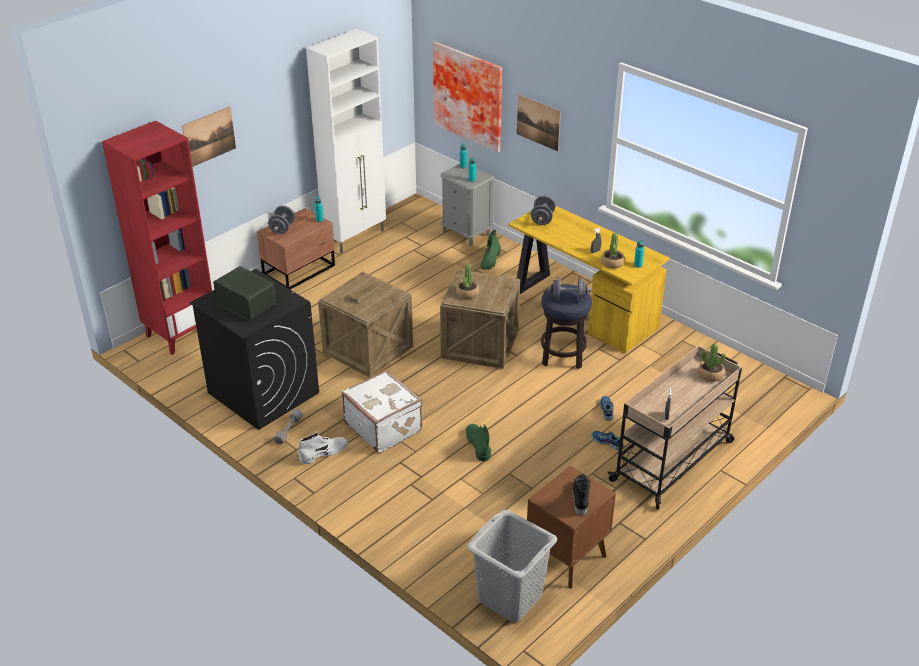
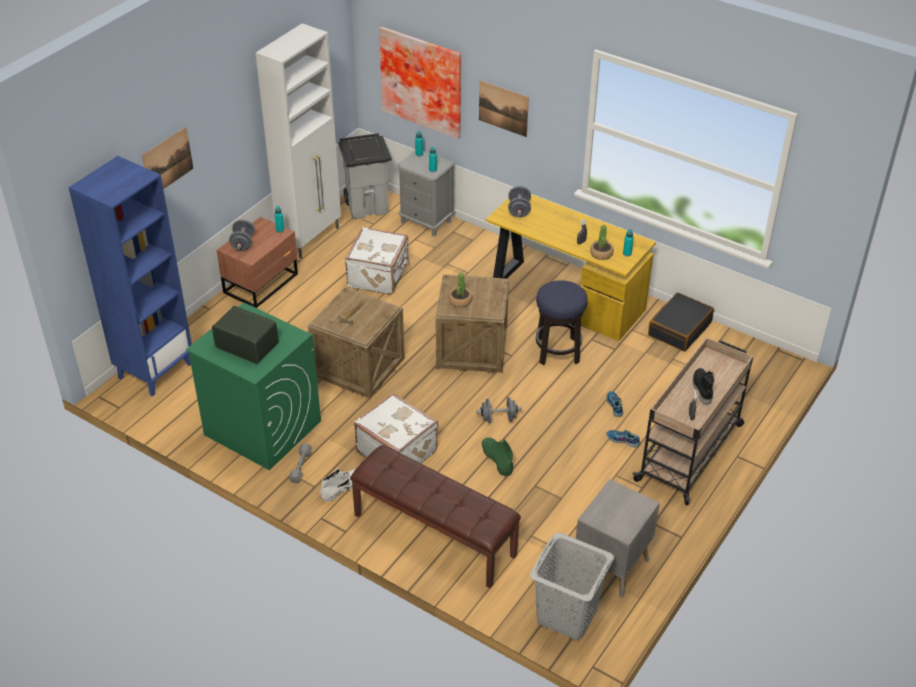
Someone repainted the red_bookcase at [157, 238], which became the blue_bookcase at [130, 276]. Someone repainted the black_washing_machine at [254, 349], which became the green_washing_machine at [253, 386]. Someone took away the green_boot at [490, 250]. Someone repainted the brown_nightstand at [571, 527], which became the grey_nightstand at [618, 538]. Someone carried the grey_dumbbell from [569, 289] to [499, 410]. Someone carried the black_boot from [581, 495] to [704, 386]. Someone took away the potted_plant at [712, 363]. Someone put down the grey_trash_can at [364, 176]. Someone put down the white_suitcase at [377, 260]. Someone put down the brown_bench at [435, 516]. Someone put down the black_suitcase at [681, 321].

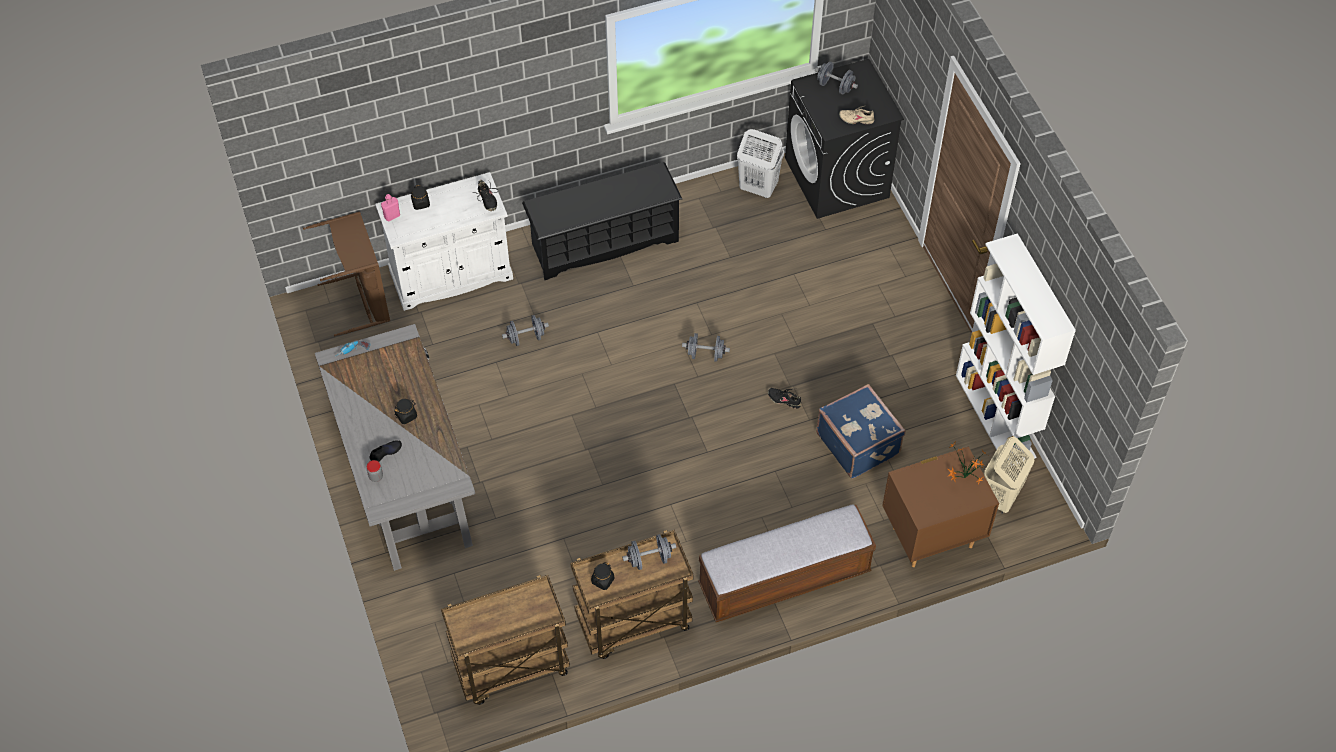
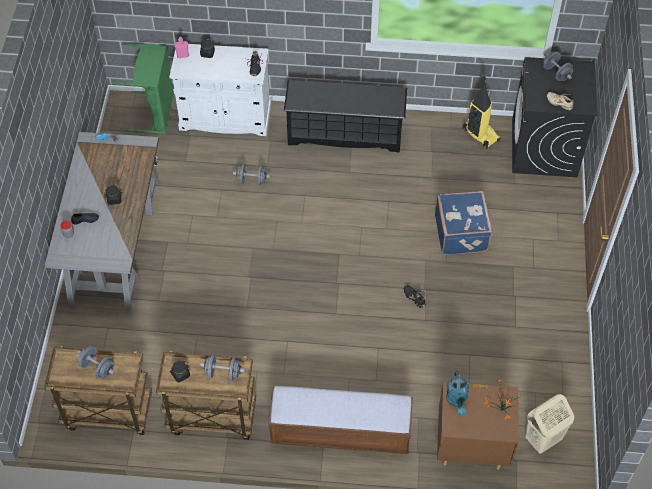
Someone repainted the brown_laundry_basket at [346, 274], which became the green_laundry_basket at [143, 88]. Someone carried the grey_dumbbell from [706, 347] to [96, 362]. Someone swapped the white_laundry_basket at [760, 163] for the vacuum_cleaner at [481, 111]. Someone carried the blue_suitcase from [861, 431] to [464, 223]. Someone took away the white_bookcase at [1016, 350]. Someone put down the turquoise_watering_can at [457, 393].

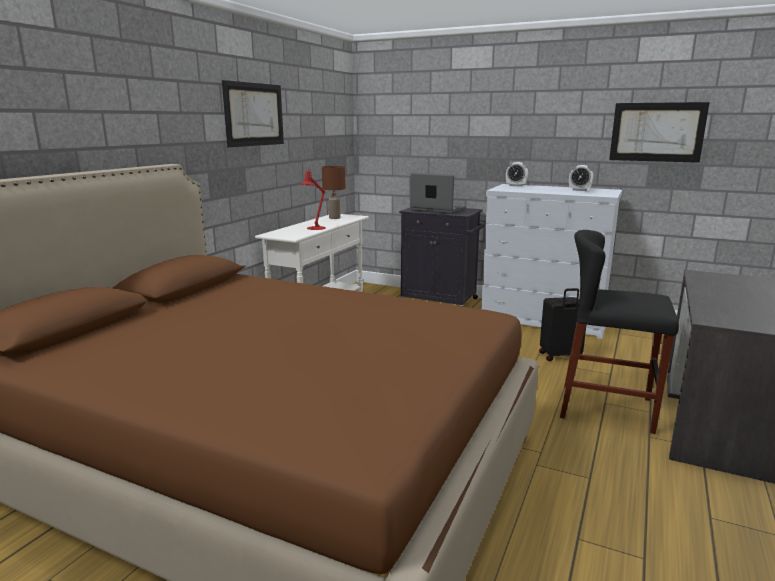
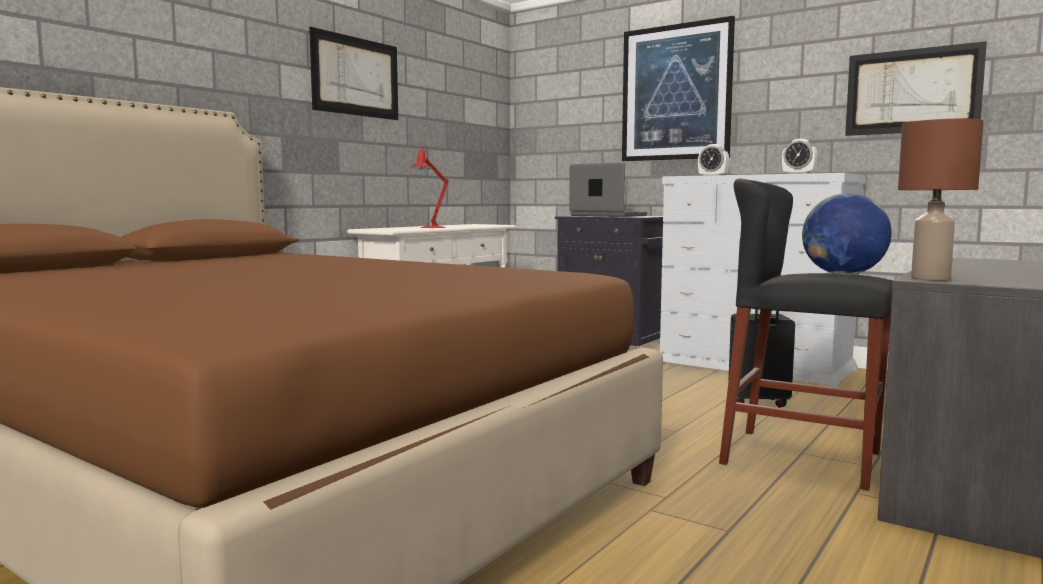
Someone carried the brown_table_lamp from [333, 192] to [941, 200]. Someone put up the picture at [678, 88]. Someone put down the globe at [847, 234].

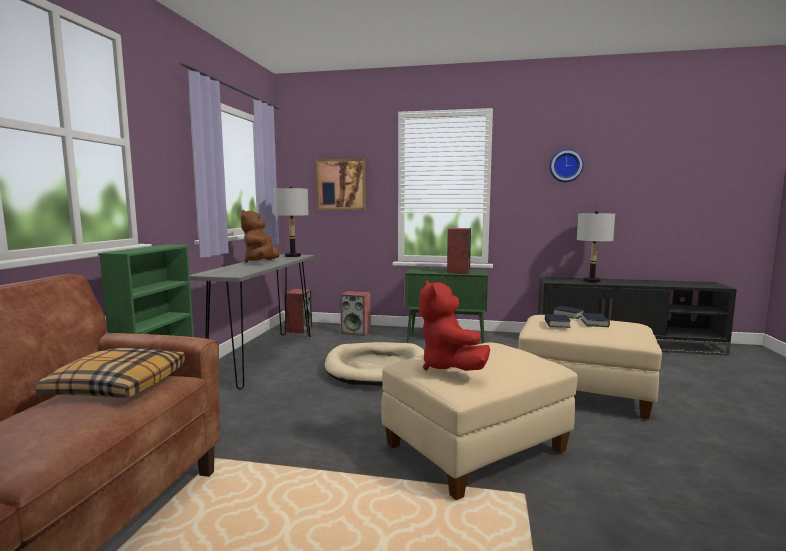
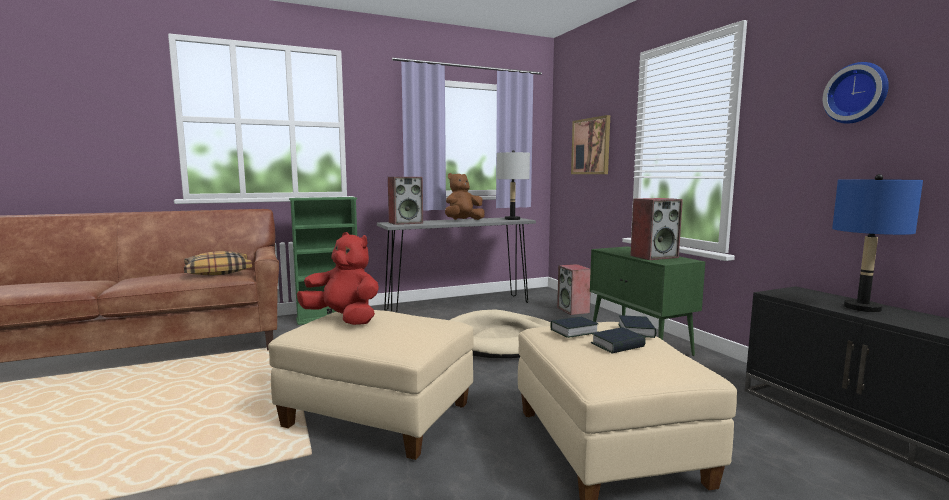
Someone carried the speaker from [298, 311] to [405, 201]. Someone rotated the red_plush_toy at [454, 325] by 75 degrees clockwise. Someone repainted the grey_table_lamp at [596, 246], which became the blue_table_lamp at [877, 243].

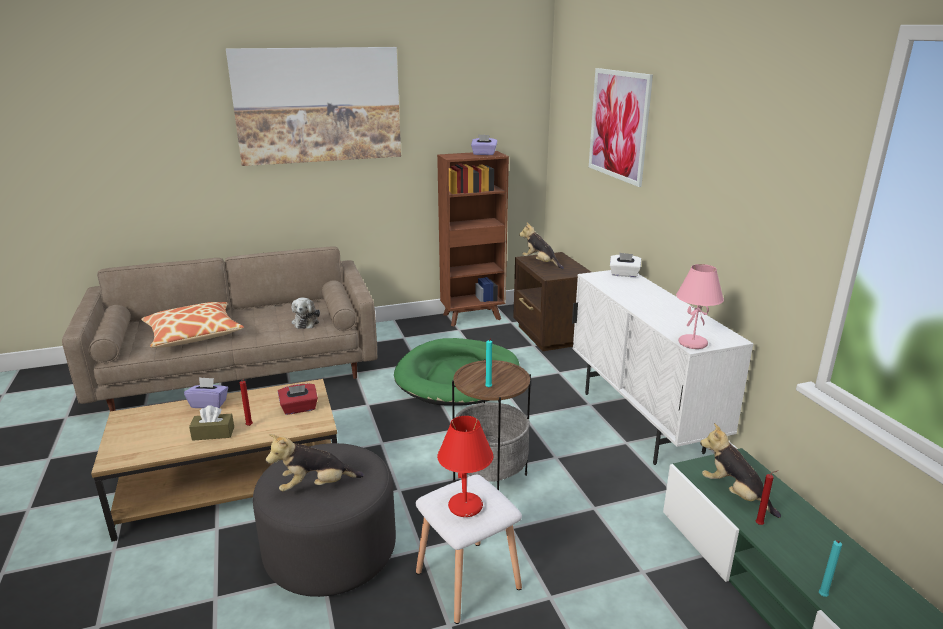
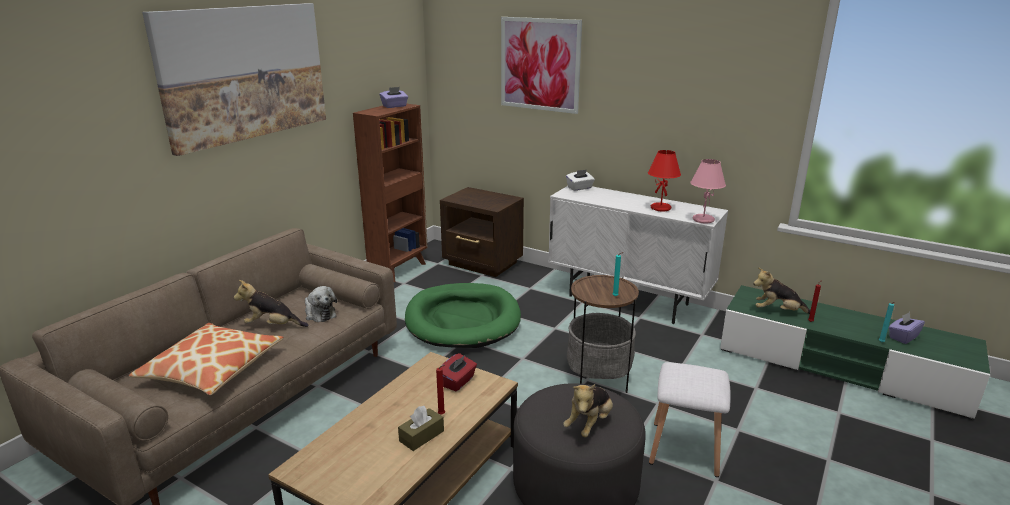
Someone carried the purple_tissue_box from [206, 392] to [907, 328]. Someone carried the red_table_lamp from [465, 466] to [664, 181]. Someone carried the plush_toy from [541, 246] to [271, 303].

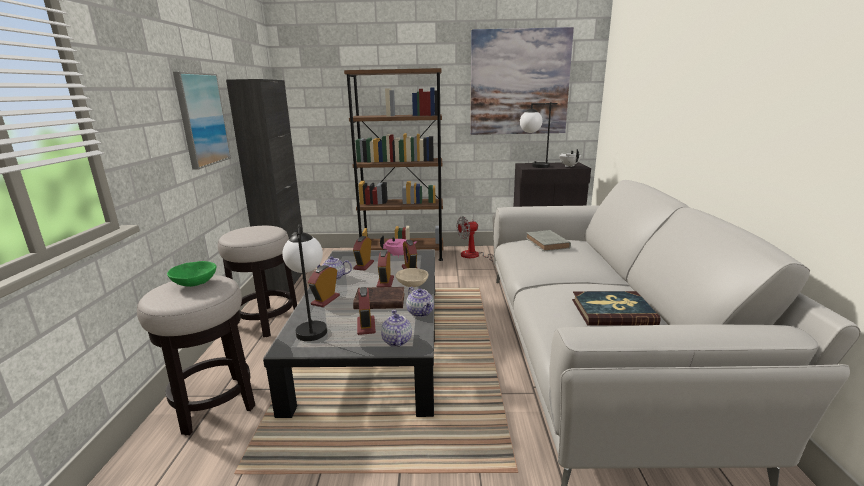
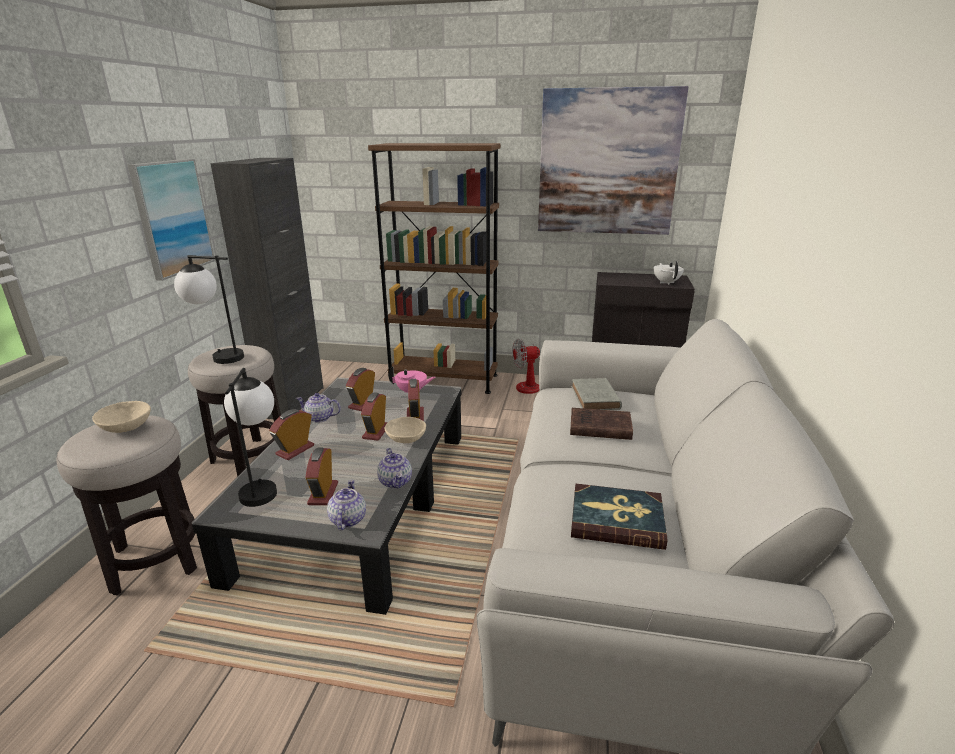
Someone repainted the green_bowl at [192, 274], which became the beige_bowl at [121, 417]. Someone carried the brown_book from [379, 298] to [601, 424]. Someone carried the table_lamp from [538, 135] to [209, 309].

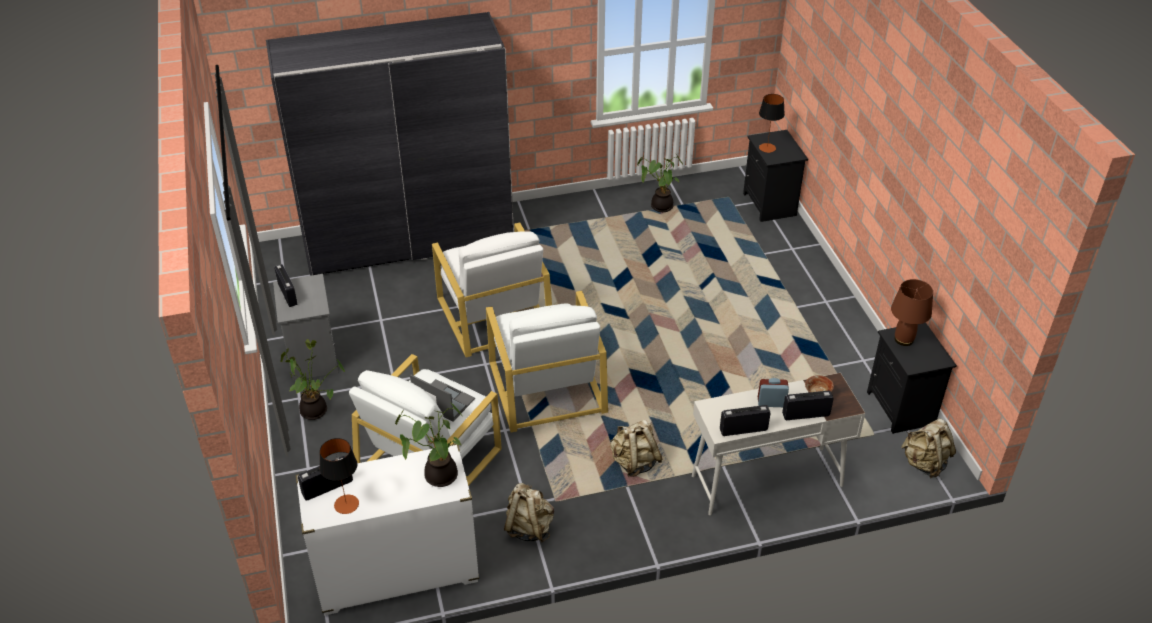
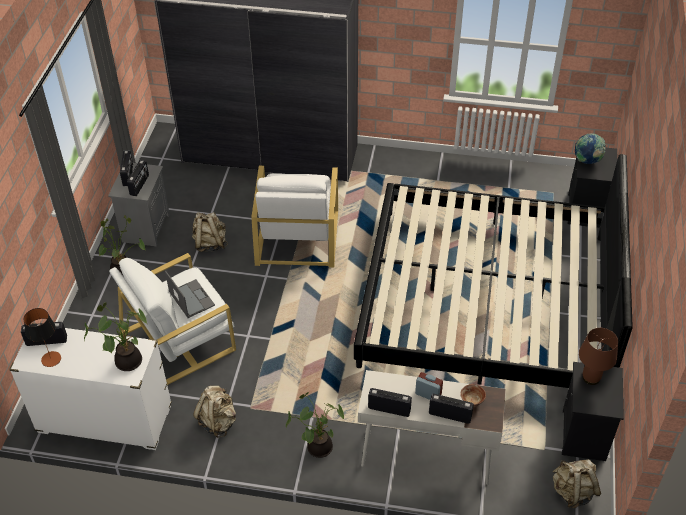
Someone took away the white_armchair at [547, 361]. Someone carried the beige_backpack from [636, 448] to [210, 232]. Someone carried the potted_plant from [660, 183] to [315, 425]. Someone swapped the table_lamp at [772, 123] for the globe at [590, 148]. Someone put down the radio at [138, 178]. Someone put down the bed at [493, 271].

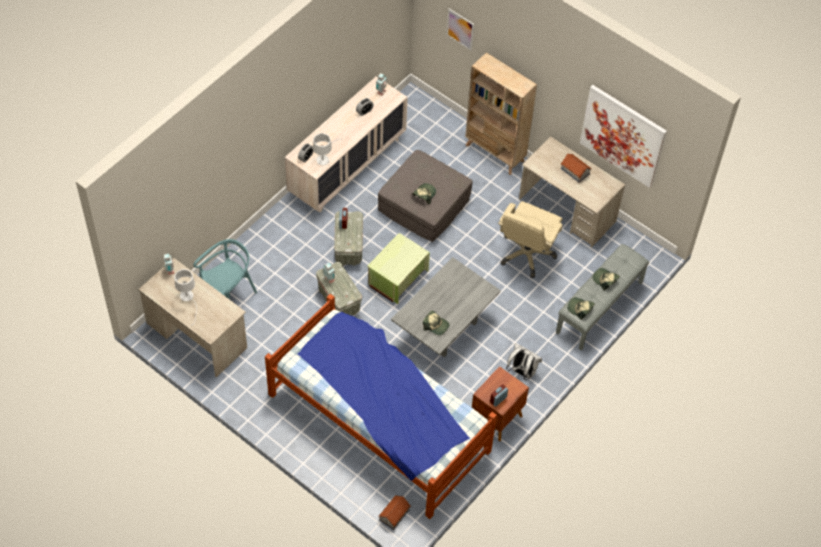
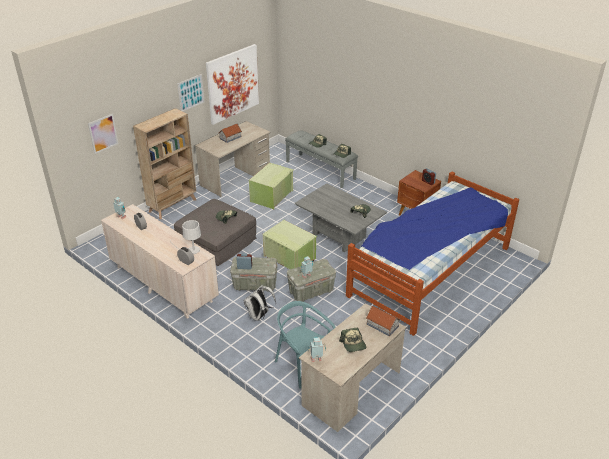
Someone swapped the white_table_lamp at [185, 297] for the cap at [352, 340]. Someone carried the toy_house from [394, 512] to [383, 321]. Someone swapped the beige_office_chair at [530, 239] for the green_storage_box at [271, 186]. Someone carried the white_backpack from [524, 361] to [260, 303]. Someone put up the picture at [190, 93].

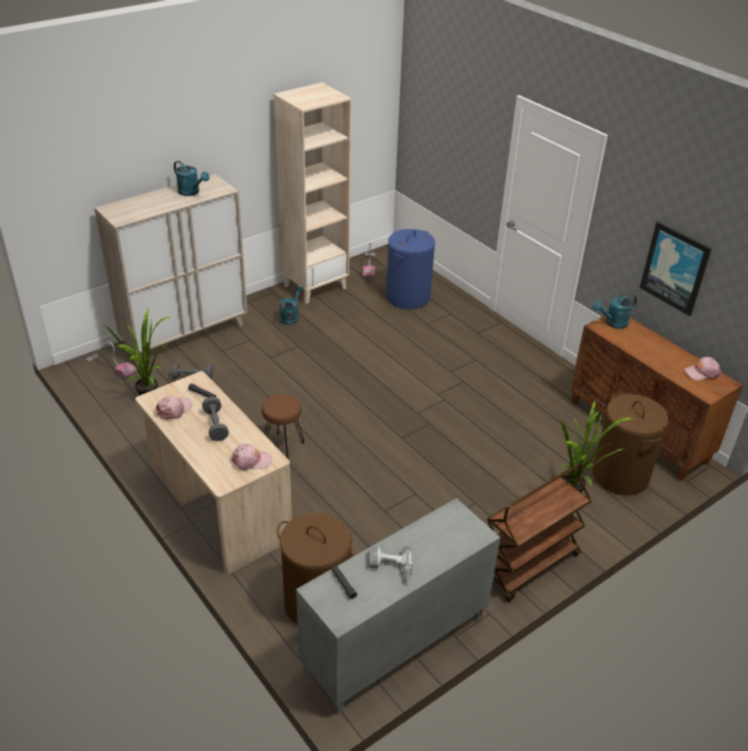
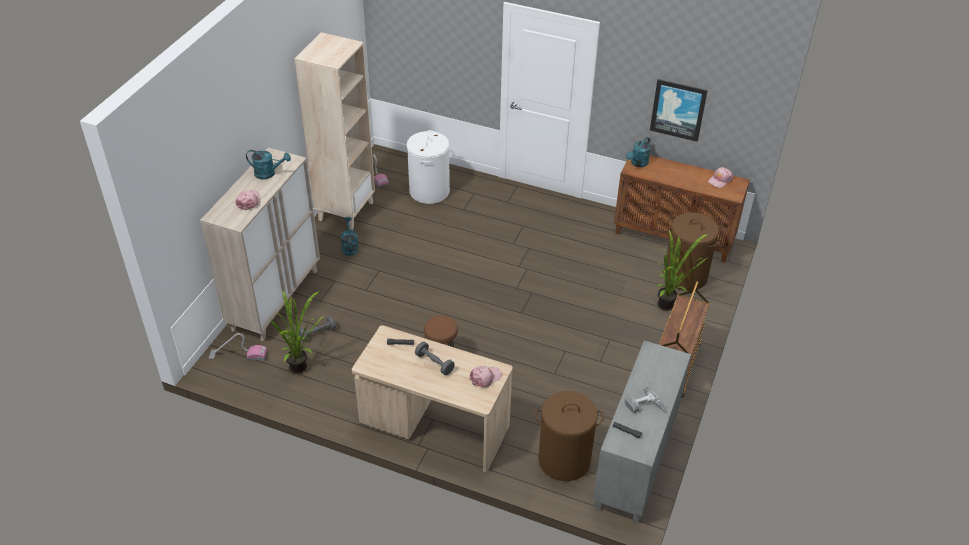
Someone carried the pink_cap from [174, 408] to [247, 200]. Someone repainted the blue_laundry_basket at [410, 269], which became the white_laundry_basket at [428, 167].

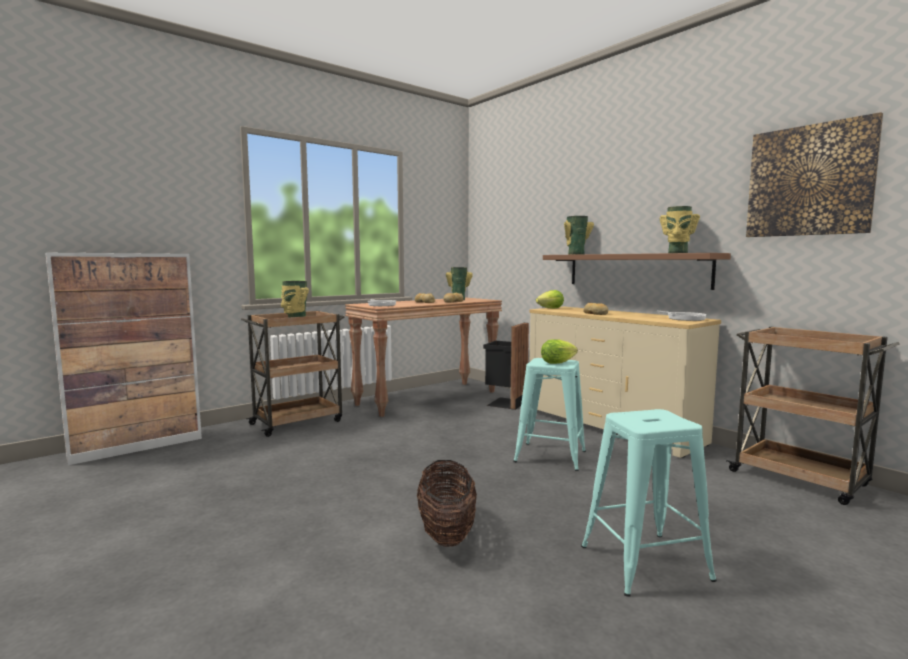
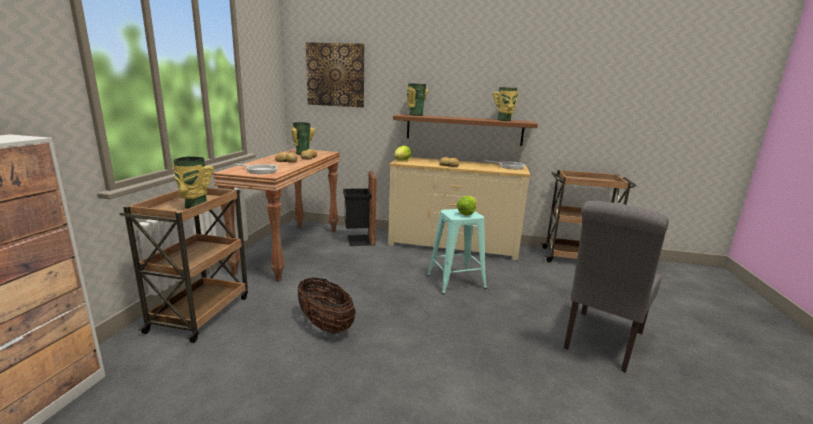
Someone carried the basket from [447, 503] to [327, 306]. Someone swapped the turquoise_stool at [649, 503] for the grey_chair at [616, 287]. Someone carried the picture from [814, 174] to [335, 74].

